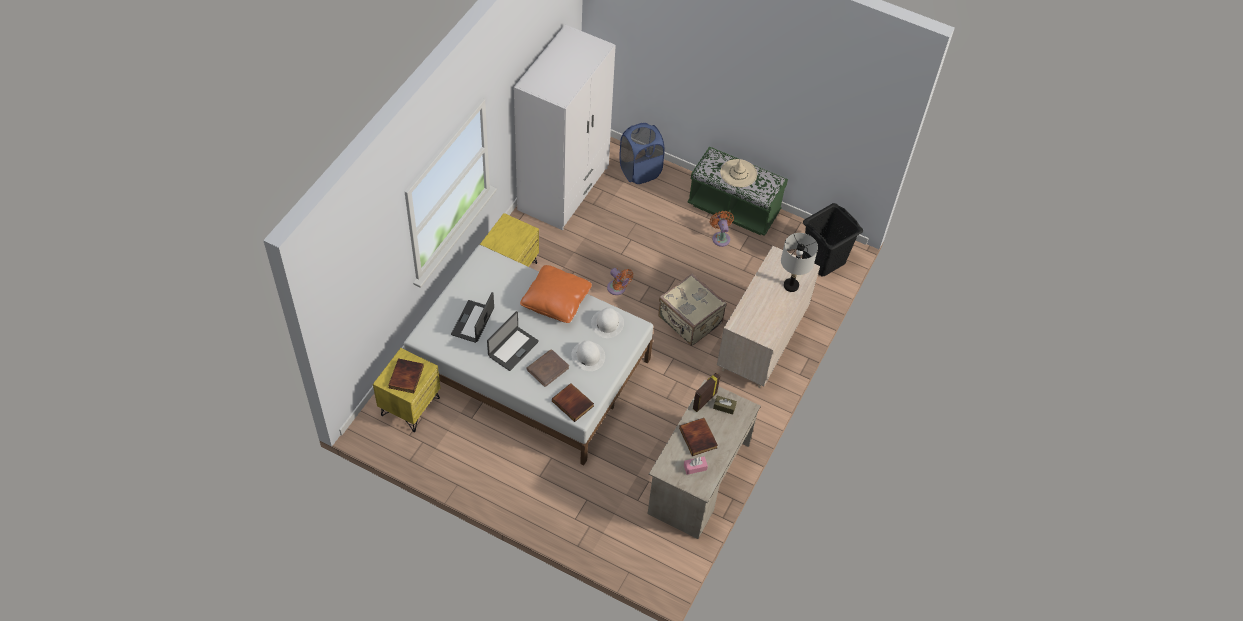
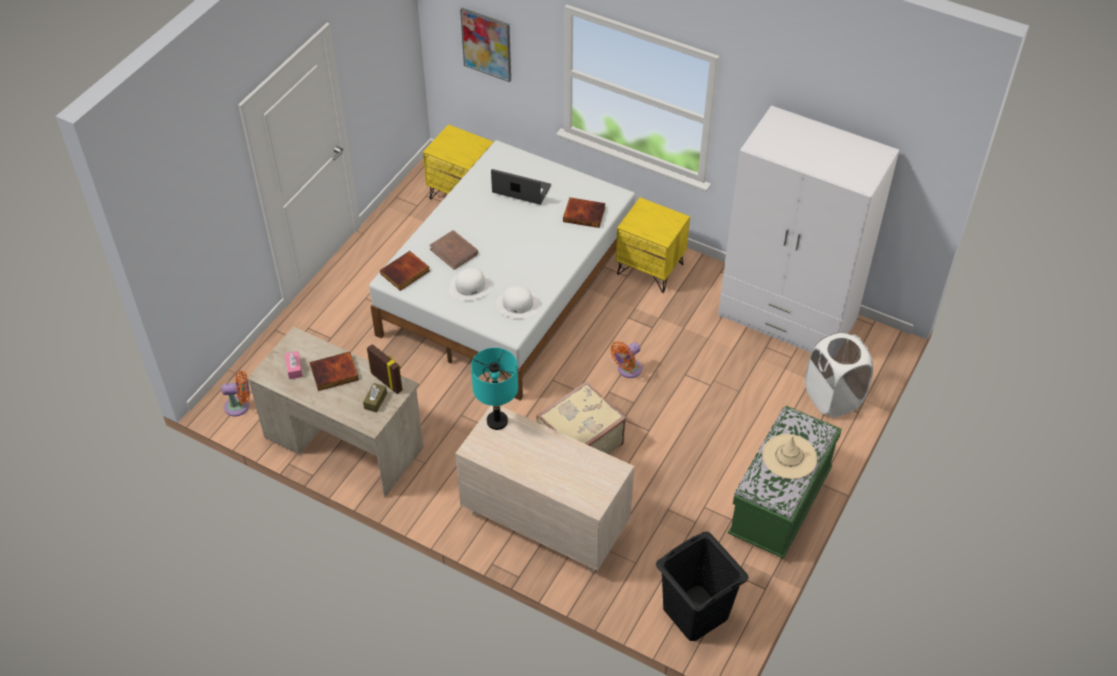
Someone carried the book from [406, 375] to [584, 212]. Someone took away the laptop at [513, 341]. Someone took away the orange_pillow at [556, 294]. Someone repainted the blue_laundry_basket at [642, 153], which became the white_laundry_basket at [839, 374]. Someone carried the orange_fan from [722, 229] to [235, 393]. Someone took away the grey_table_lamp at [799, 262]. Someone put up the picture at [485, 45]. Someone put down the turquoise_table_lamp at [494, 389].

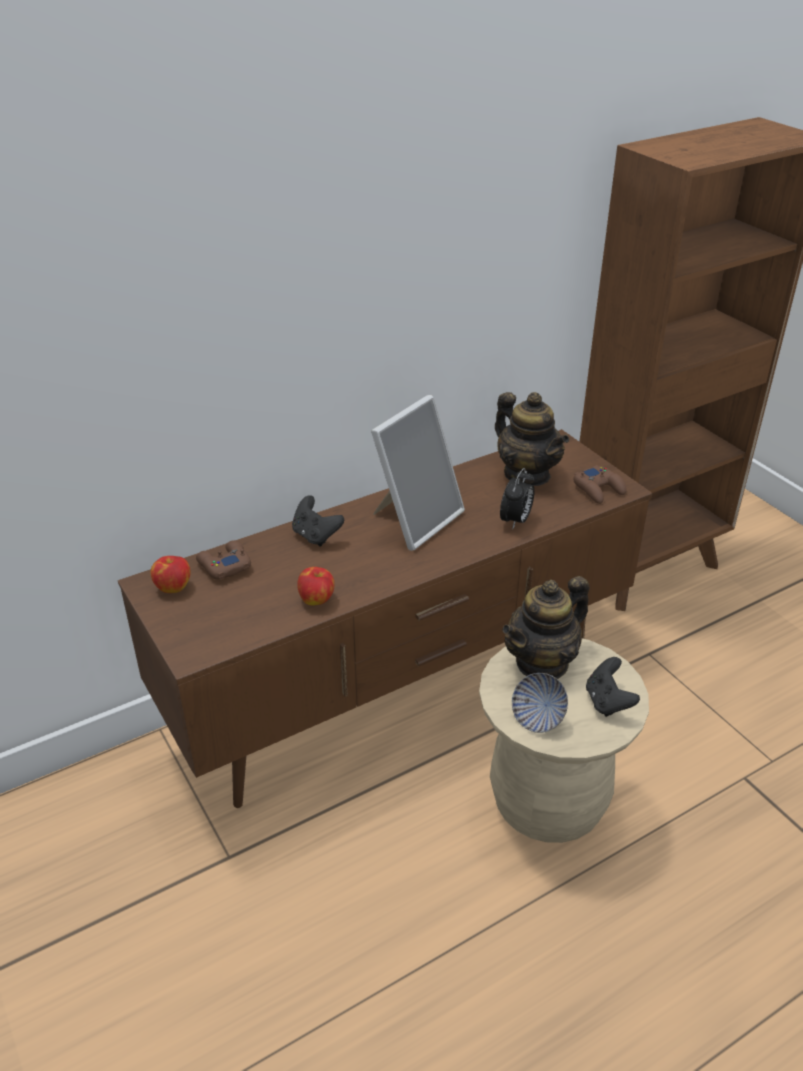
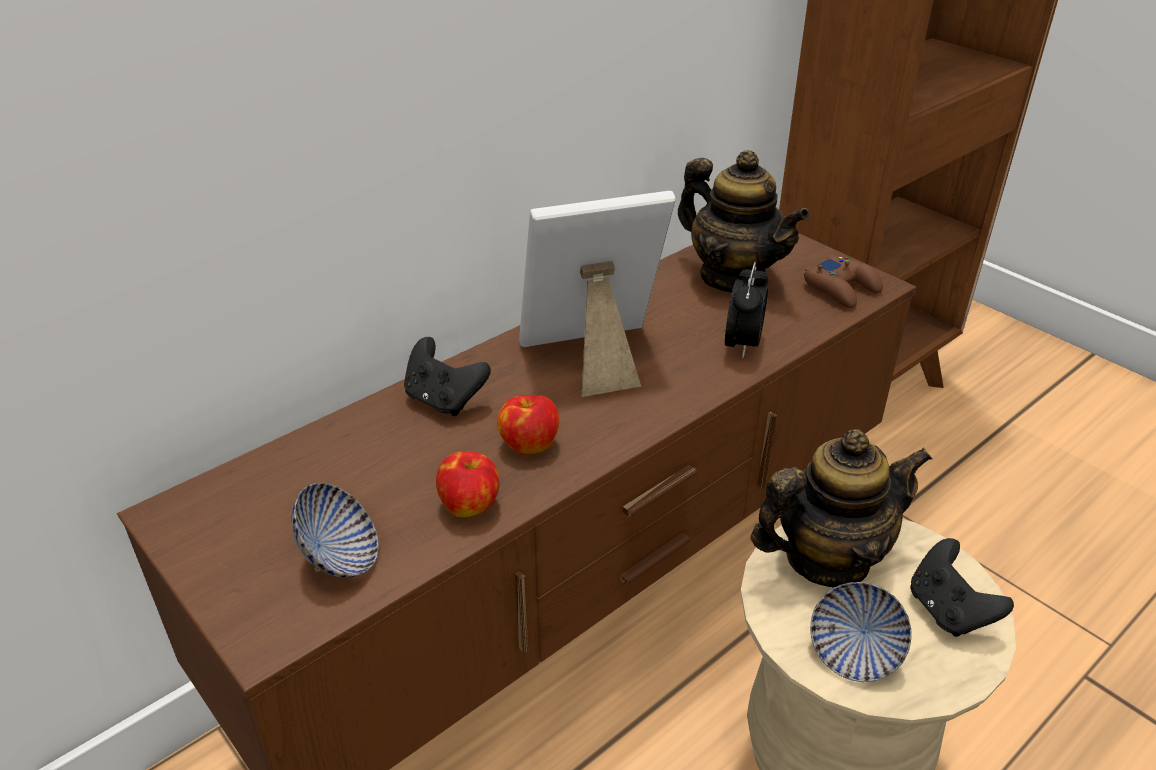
Someone carried the apple from [171, 574] to [528, 425]. Someone took away the brown_game_controller at [223, 560]. Someone rotated the picture_frame at [418, 473] by 135 degrees counterclockwise. Someone rotated the teapot at [546, 627] by 150 degrees counterclockwise. Someone put down the bowl at [335, 530].

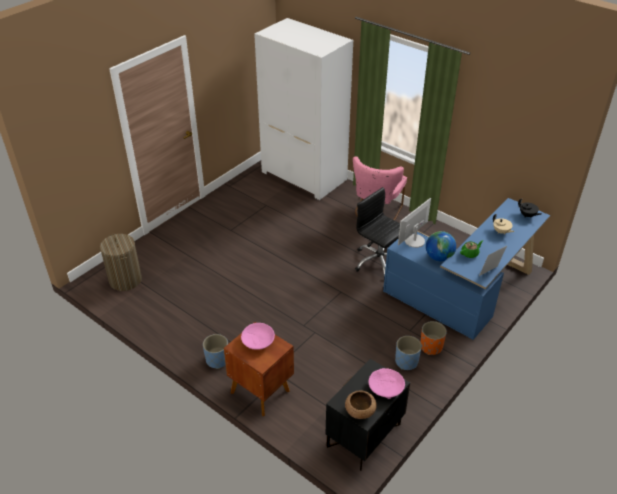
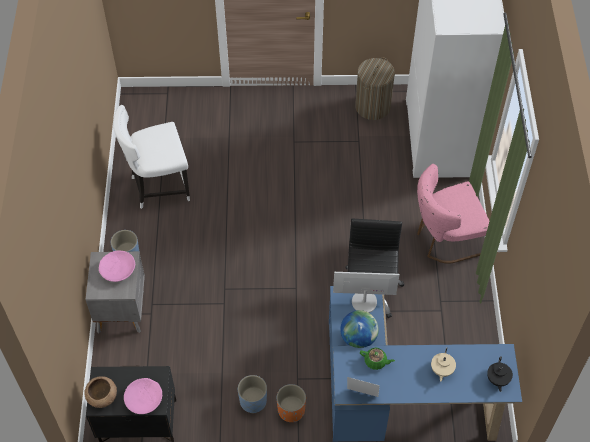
Someone carried the laundry_basket from [121, 262] to [375, 88]. Someone repainted the brown_nightstand at [259, 369], which became the grey_nightstand at [115, 293]. Someone put down the white_chair at [151, 157].

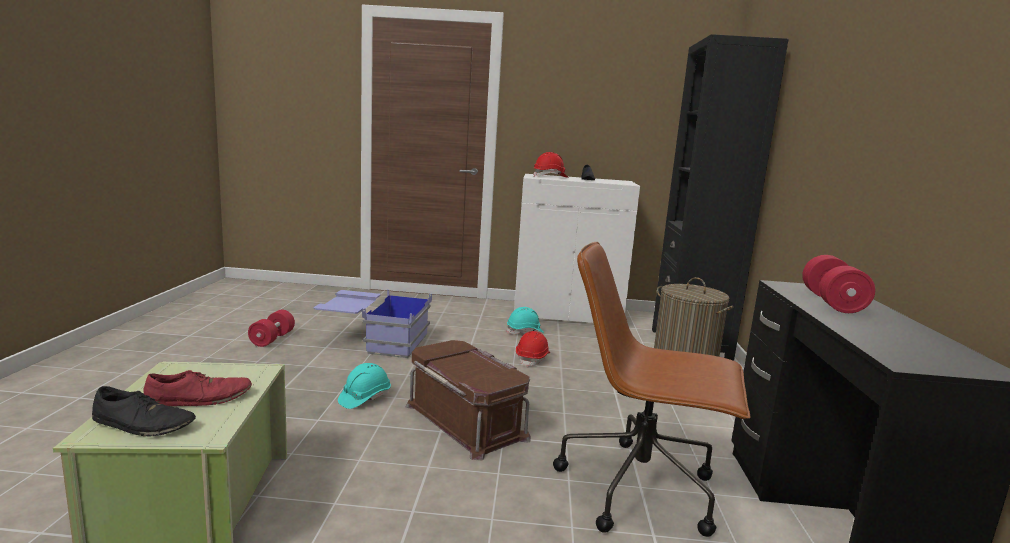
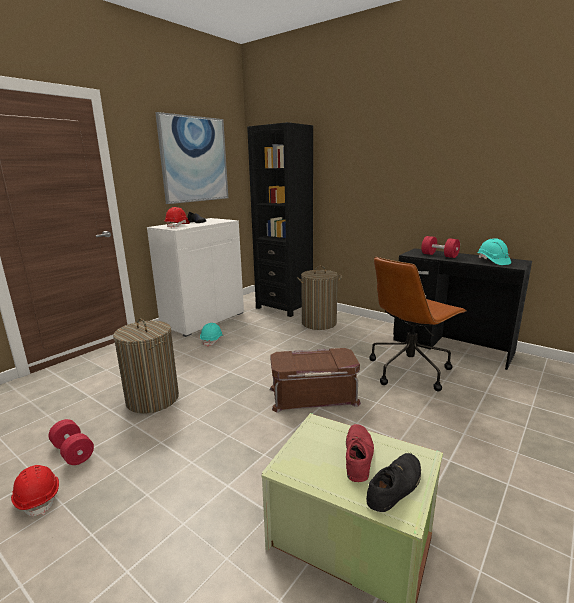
Someone swapped the blue_storage_box at [372, 323] for the laundry_basket at [146, 365]. Someone carried the turquoise_hard_hat from [364, 386] to [494, 251]. Someone carried the red_hard_hat from [533, 349] to [35, 490]. Someone put up the picture at [191, 158].

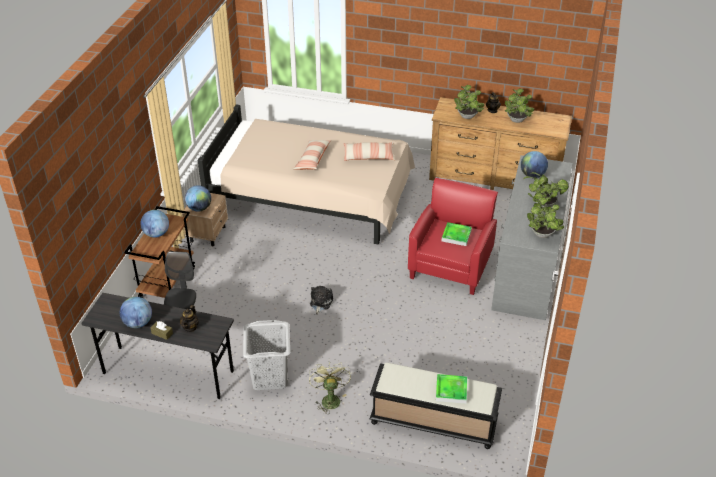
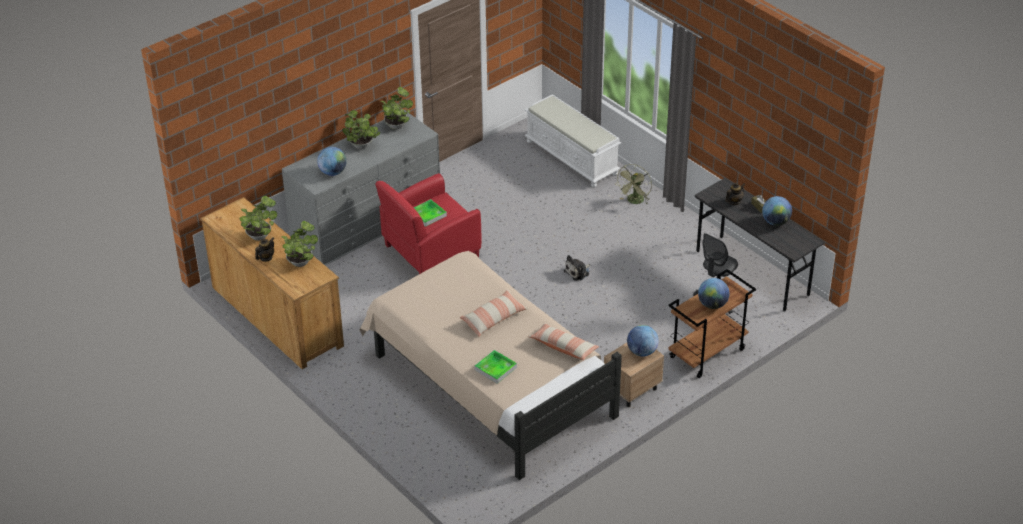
Someone took away the grey_laundry_basket at [266, 355]. Someone carried the pillow from [369, 151] to [564, 341]. Someone repainted the black_bench at [436, 406], which became the white_bench at [573, 141]. Someone carried the tray from [451, 389] to [495, 367].

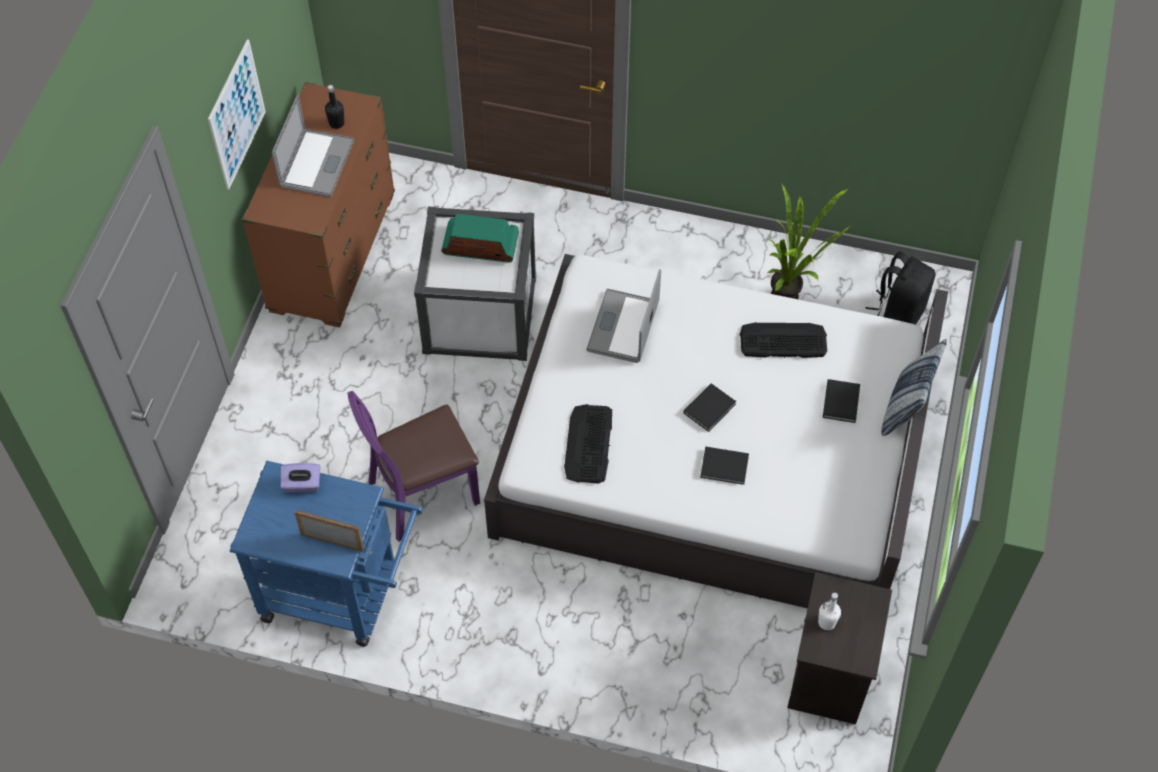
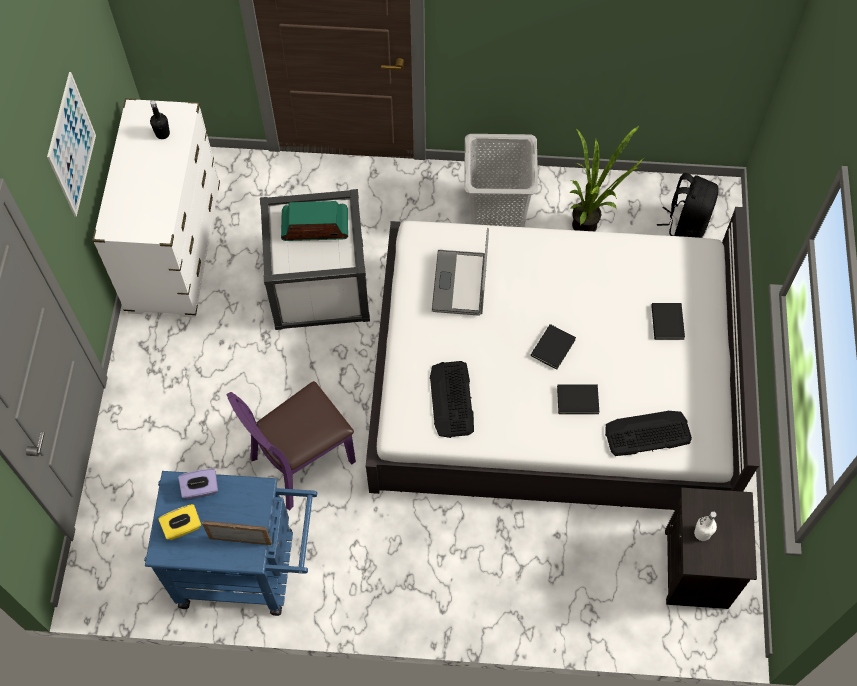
Someone repainted the brown_dresser at [318, 205], which became the white_dresser at [156, 208]. Someone took away the laptop at [313, 145]. Someone carried the keyboard from [783, 340] to [648, 433]. Someone took away the pillow at [914, 387]. Someone put down the yellow_tissue_box at [179, 522]. Someone put down the grey_laundry_basket at [501, 180].

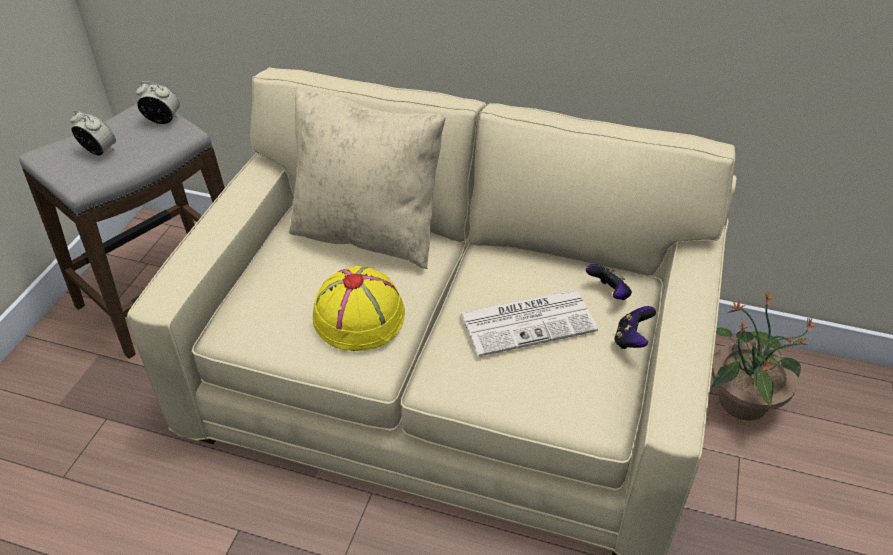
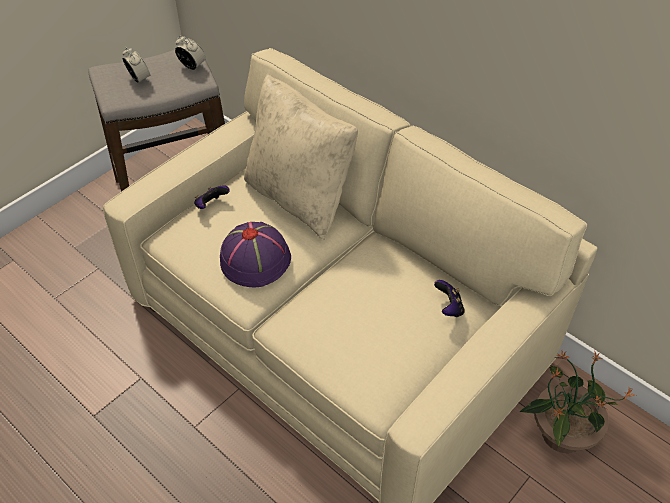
Someone repainted the yellow_hat at [359, 308], which became the purple_hat at [255, 254]. Someone took away the newspaper at [529, 323]. Someone carried the game_controller from [635, 327] to [212, 197].

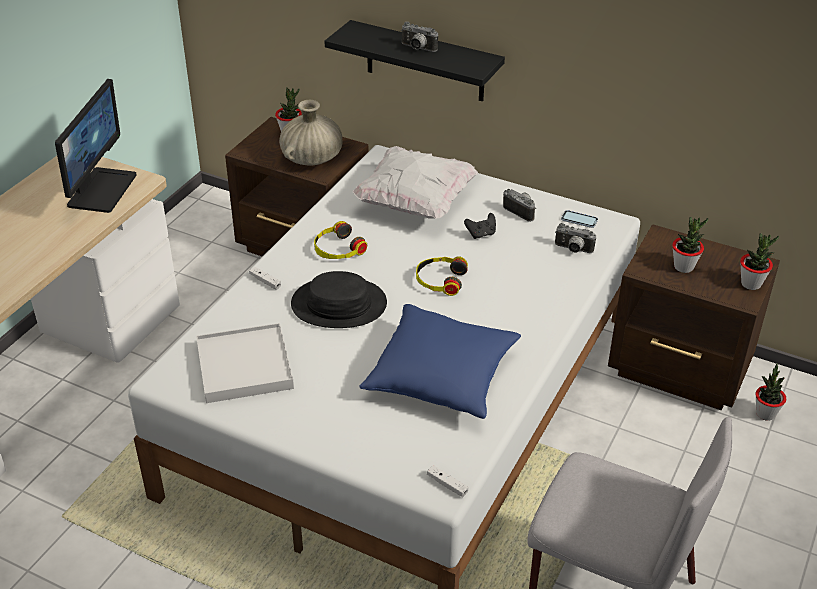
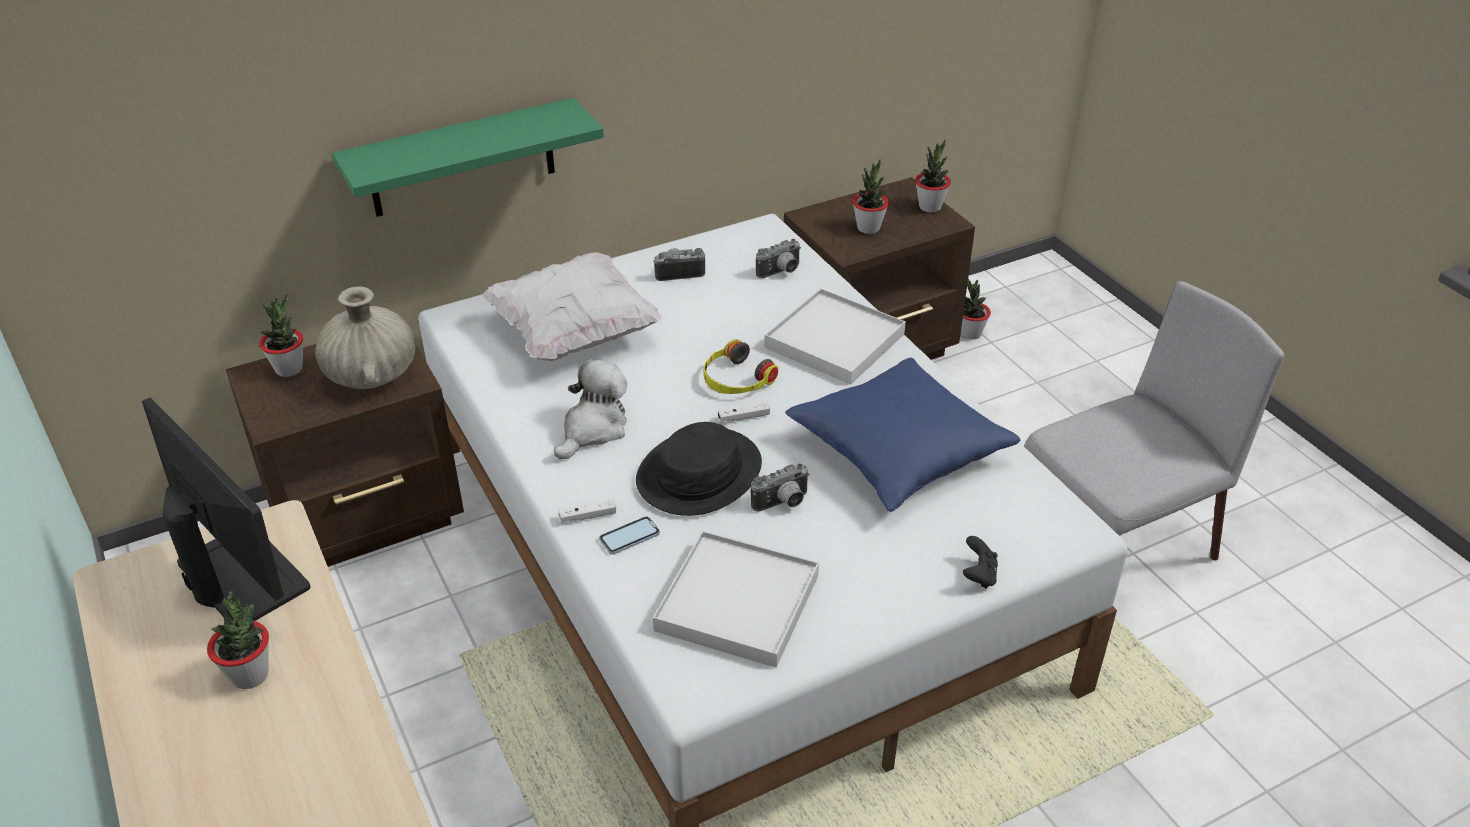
Someone swapped the headphones at [340, 240] for the plush_toy at [590, 409]. Someone repainted the black_shelf at [414, 61], which became the green_shelf at [468, 157]. Someone carried the photo_camera from [419, 37] to [780, 487]. Someone carried the white_game_controller from [447, 481] to [744, 411]. Someone carried the black_game_controller from [480, 226] to [980, 562]. Someone carried the phone from [579, 219] to [629, 535]. Someone put down the potted_plant at [238, 640]. Someone put down the white_tray at [835, 336].

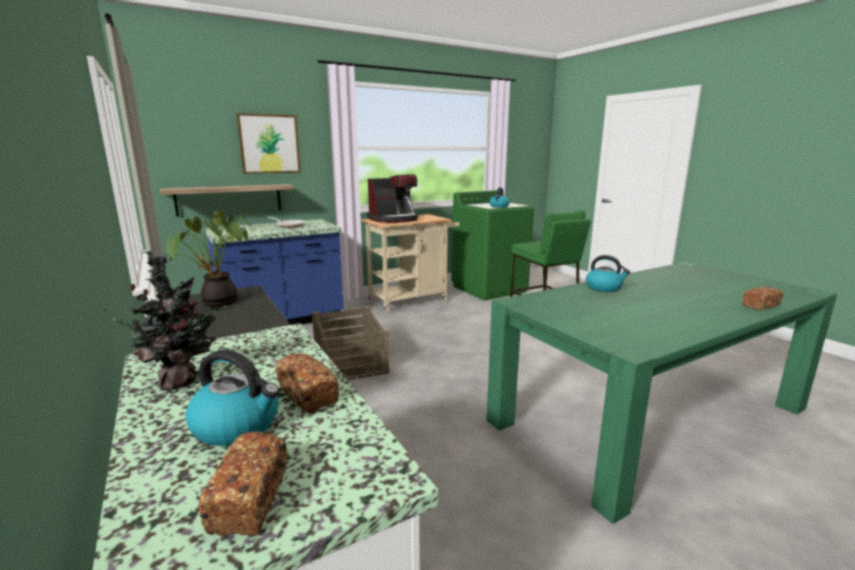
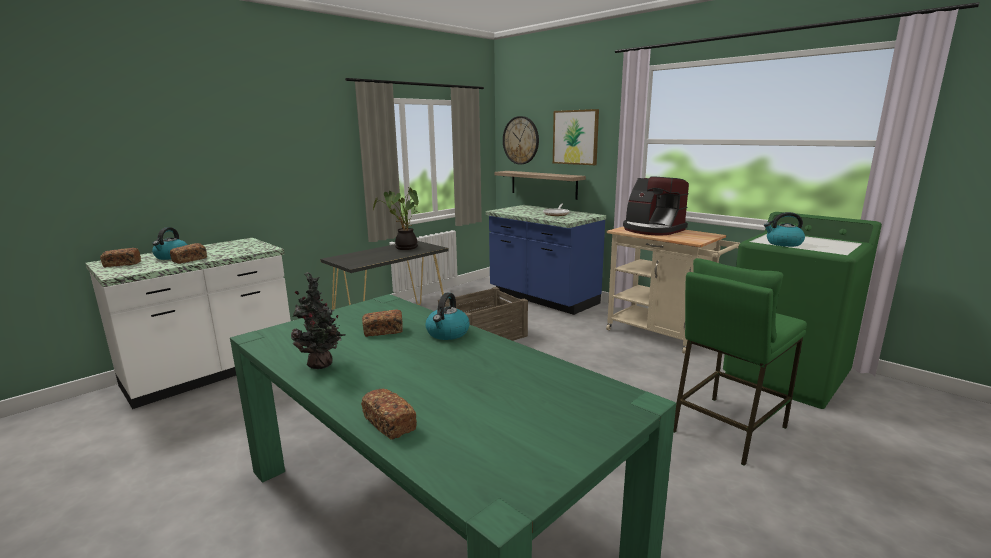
Someone carried the potted_plant from [165, 320] to [318, 320]. Someone put down the bread at [382, 323]. Someone put up the wall_clock at [521, 140].

